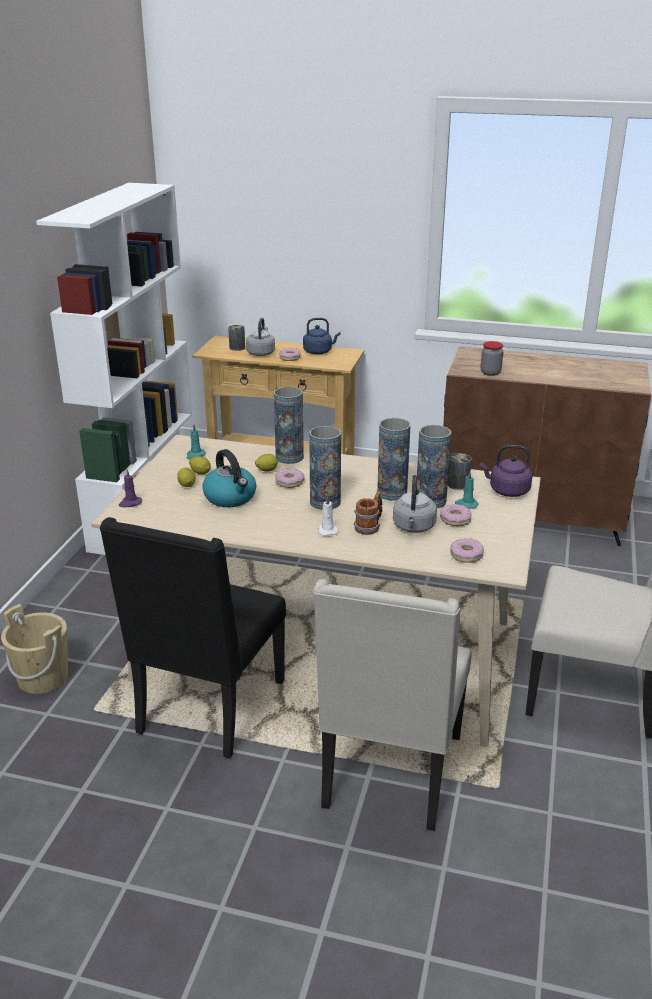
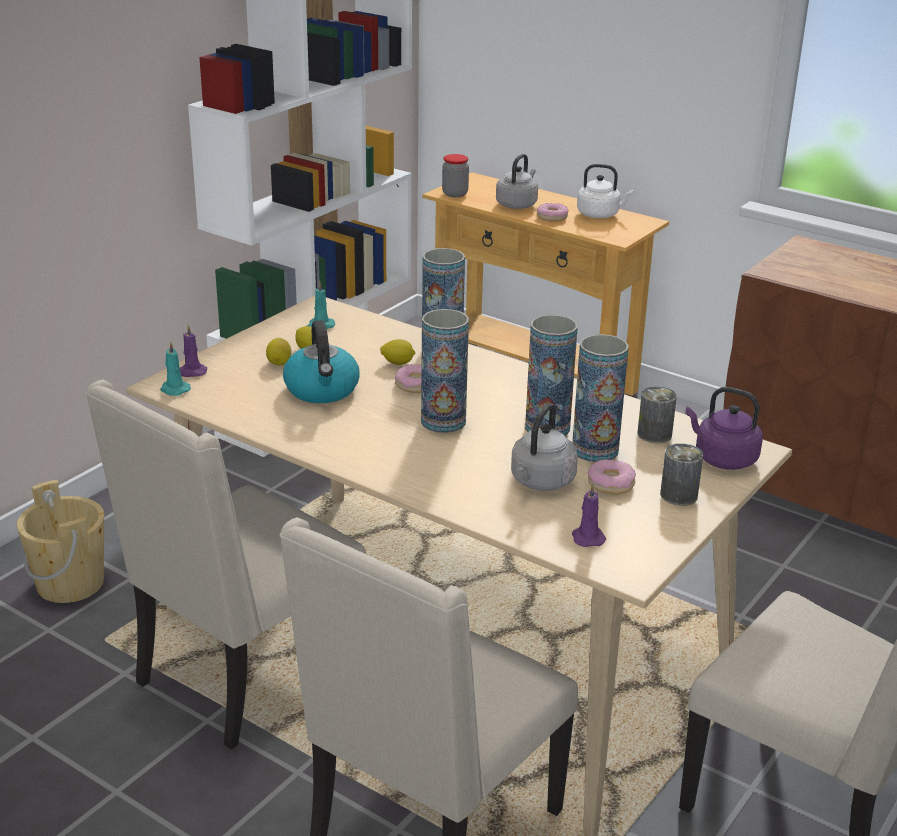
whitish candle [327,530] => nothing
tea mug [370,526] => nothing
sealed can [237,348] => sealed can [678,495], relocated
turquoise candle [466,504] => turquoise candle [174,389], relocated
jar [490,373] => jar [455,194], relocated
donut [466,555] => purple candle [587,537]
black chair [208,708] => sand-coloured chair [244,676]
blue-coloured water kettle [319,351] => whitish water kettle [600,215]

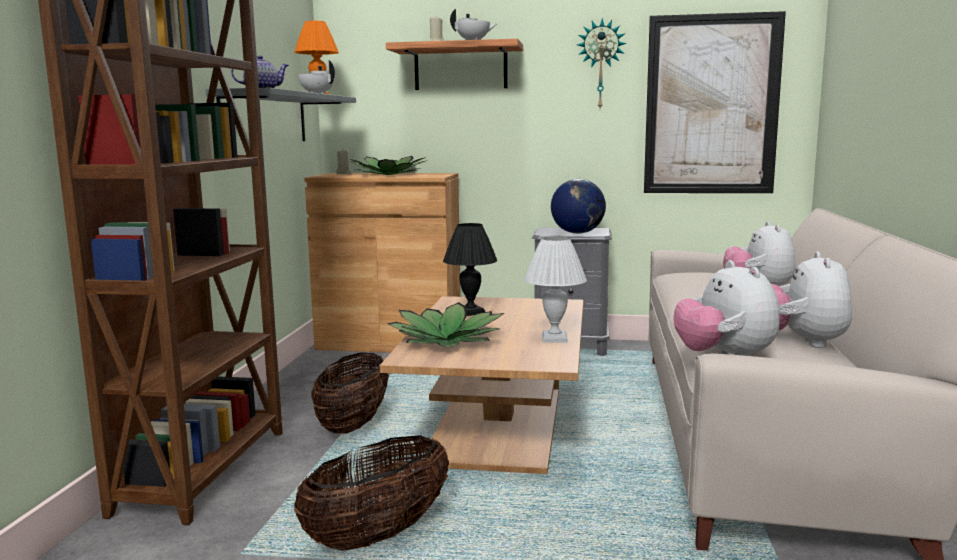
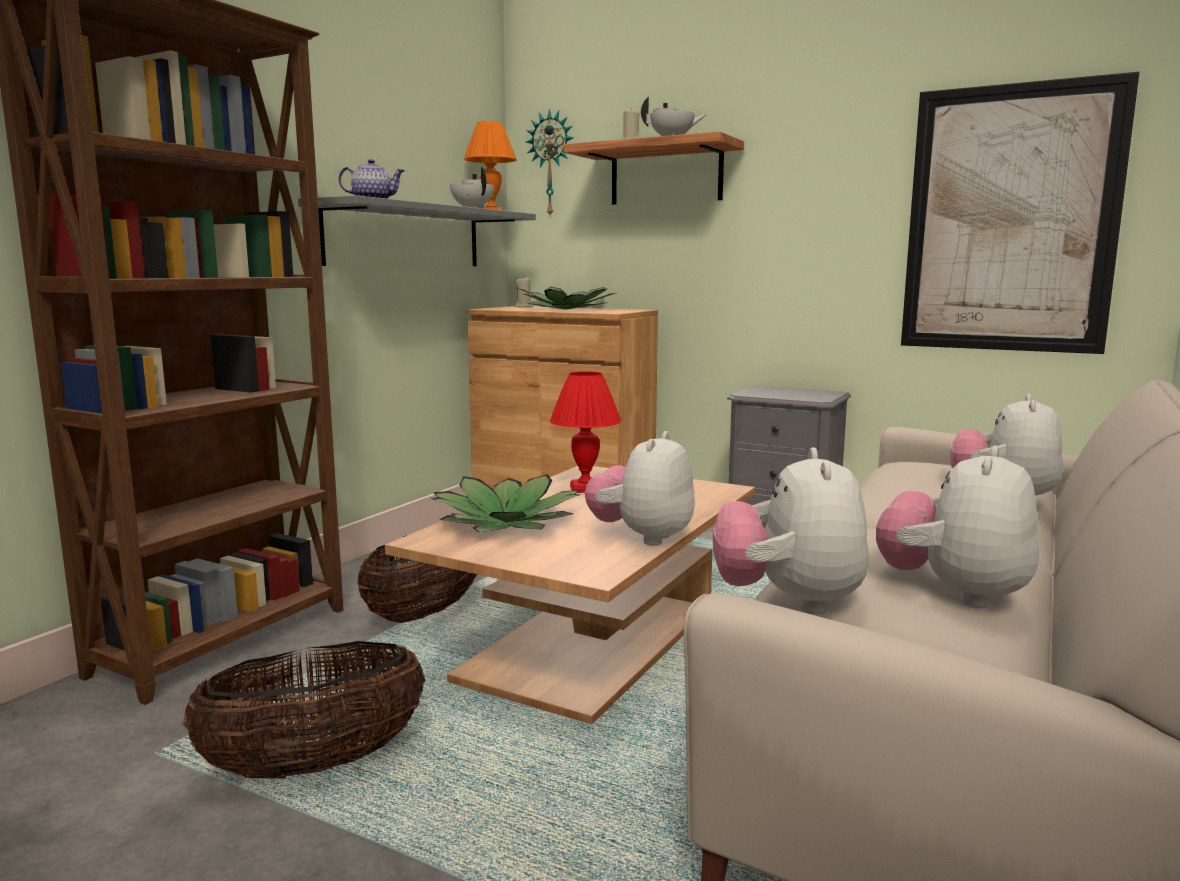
world globe [577,233] => nothing
wall clock [601,65] => wall clock [552,164], relocated
whitish lamp for a table [555,339] => plush toy [642,537]
black lamp for a table [470,312] => red lamp for a table [584,488]

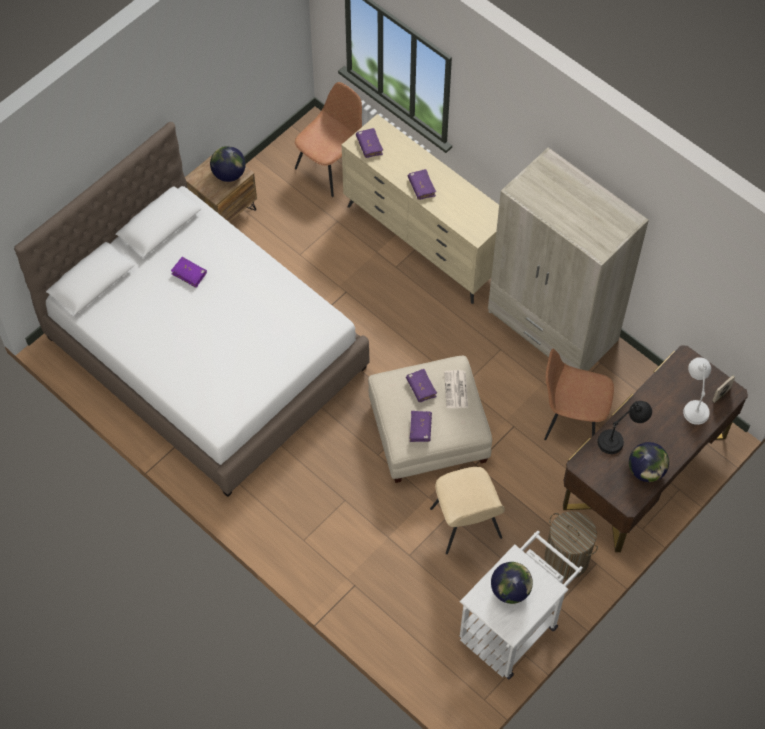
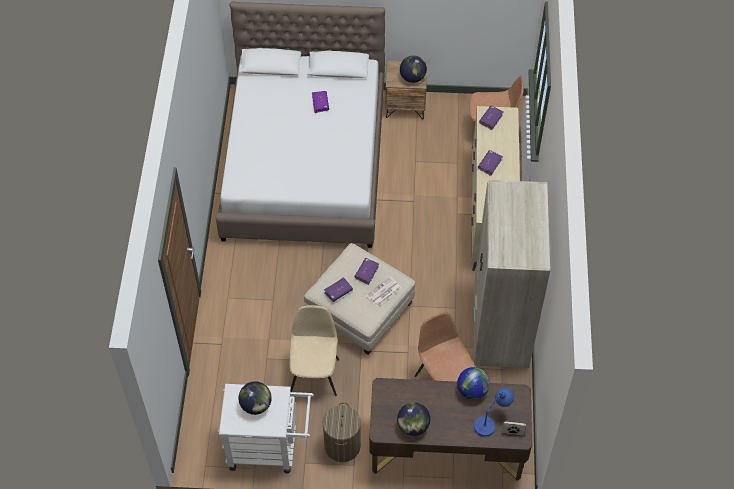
black lamp for a table [621,437] => nothing
nothing => world globe [472,390]
whitish lamp for a table [694,402] => blue-coloured lamp for a table [491,421]
sand-coloured chair [466,525] => sand-coloured chair [314,374], 150 degrees clockwise

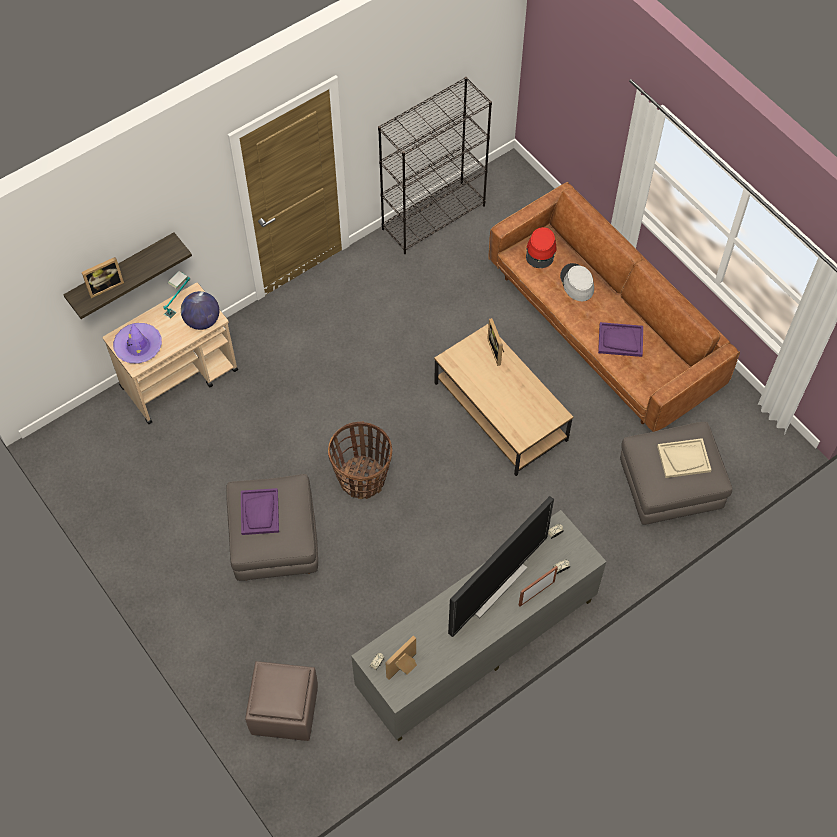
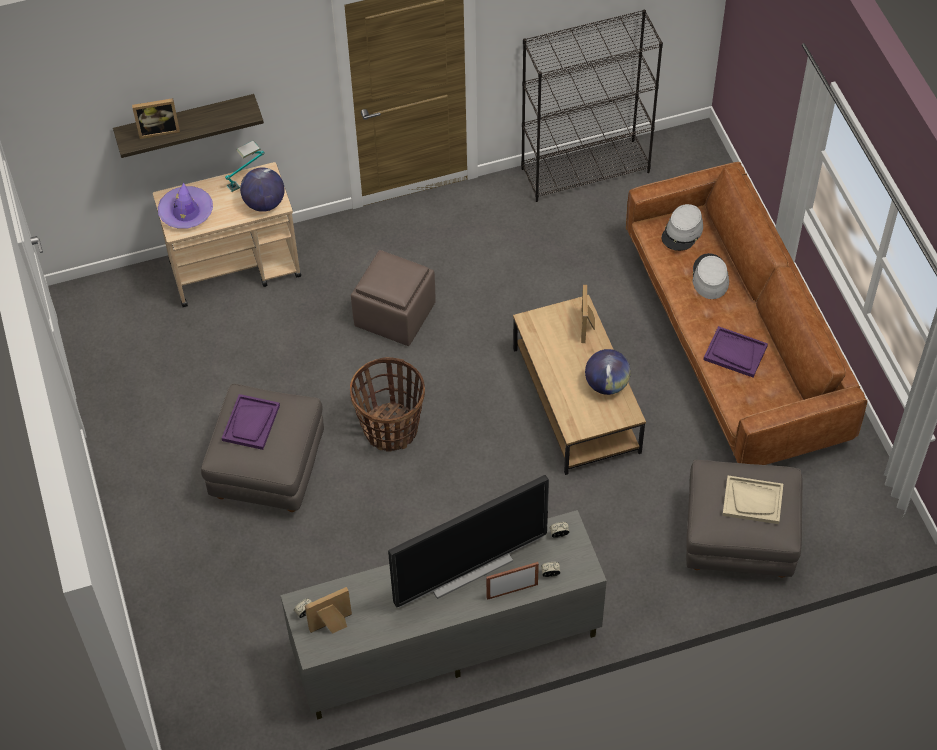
nothing => world globe [606,384]
brown-coloured pouffe [285,709] => brown-coloured pouffe [396,314], relocated
red wearable hat [541,251] => grey wearable hat [682,232]

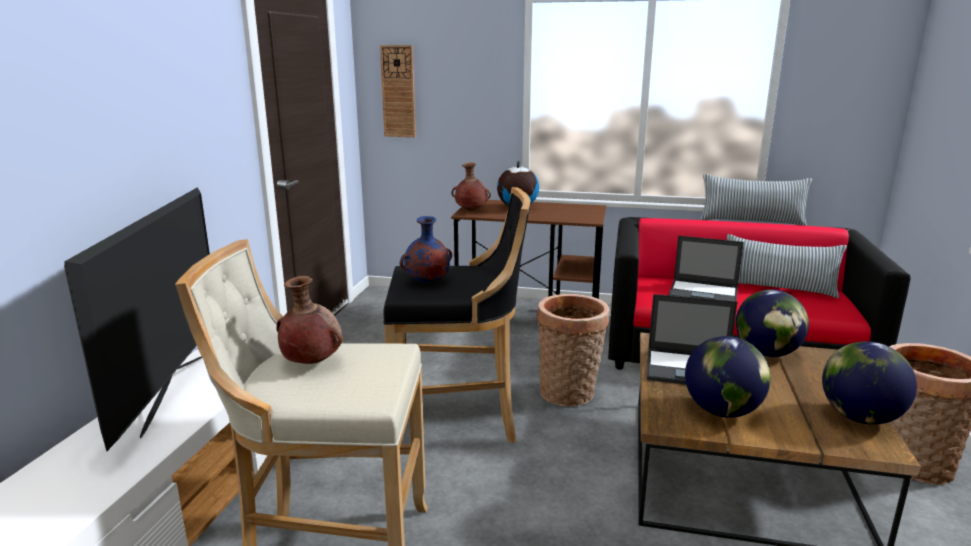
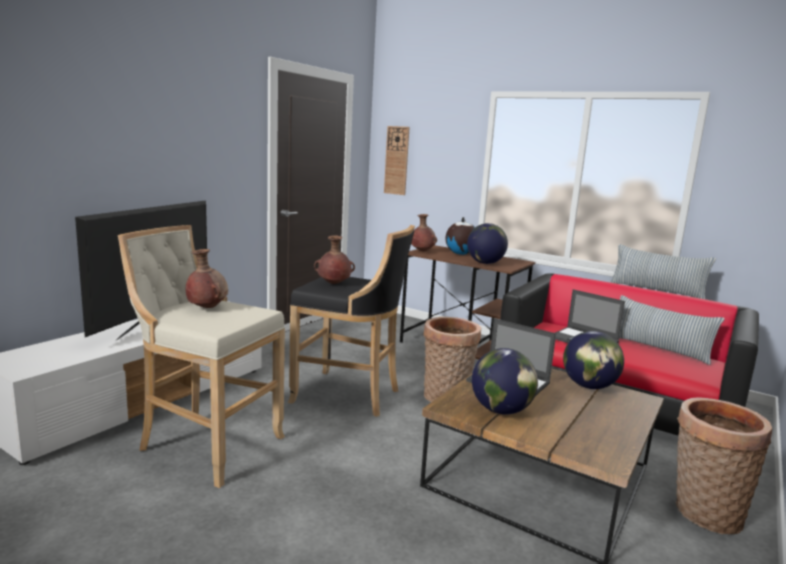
world globe [860,418] => world globe [485,263], relocated
blue-coloured decorative vase [426,283] => brown-coloured decorative vase [333,284]

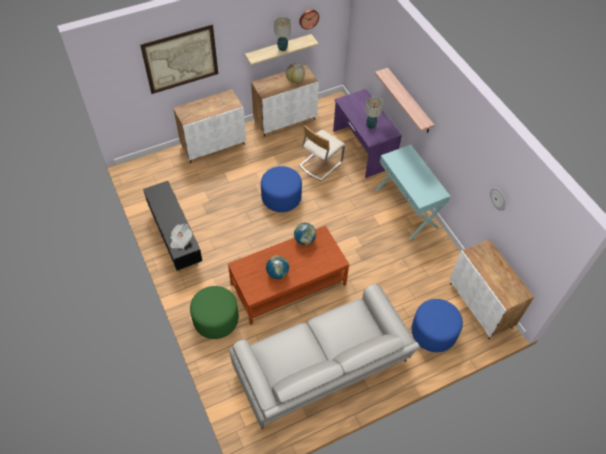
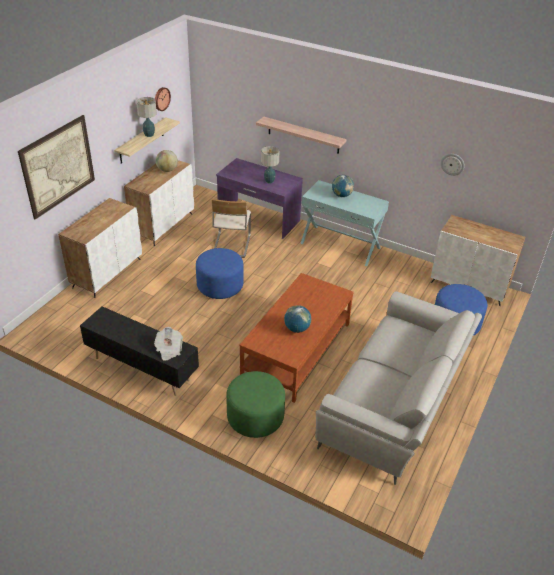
world globe [304,240] => world globe [341,195], relocated

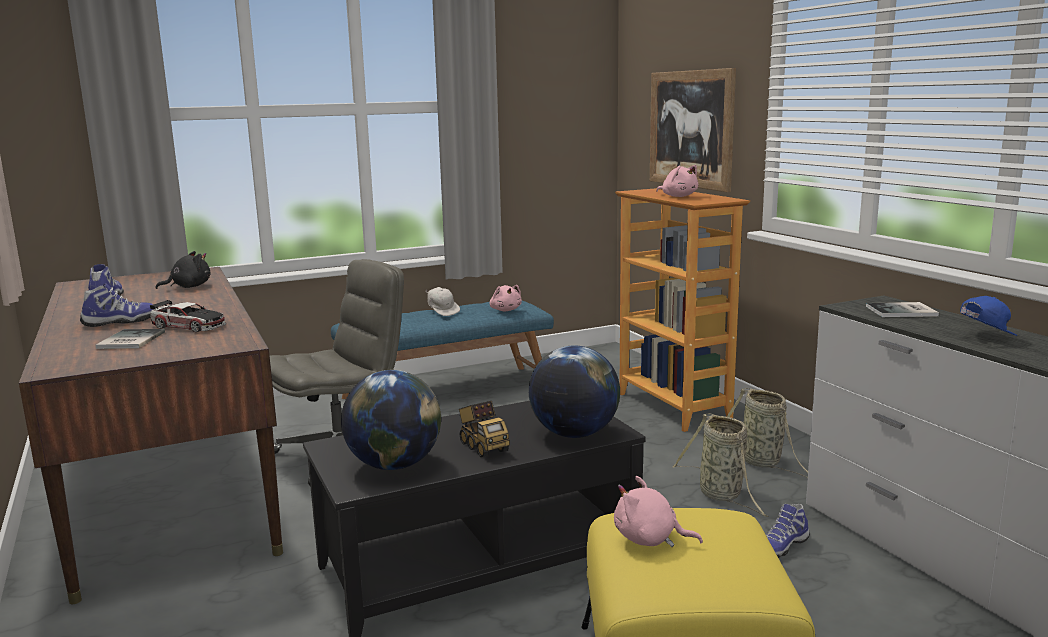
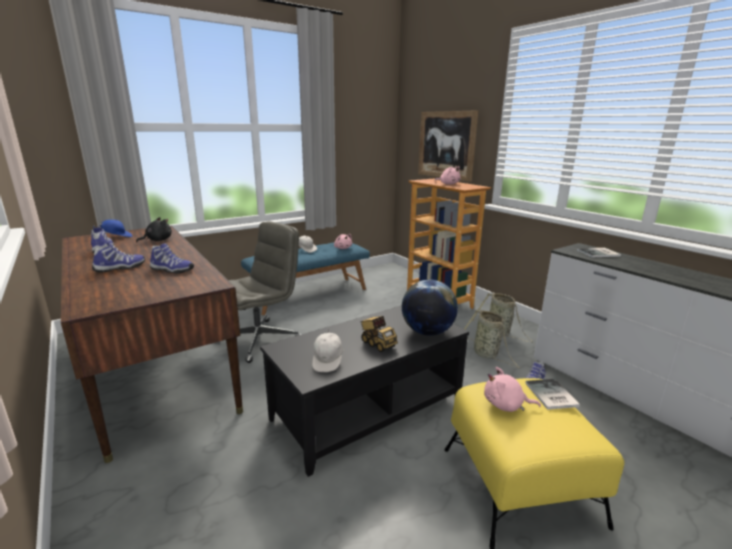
volume [128,341] => volume [550,395], relocated
blue-coloured baseball cap [983,336] => blue-coloured baseball cap [116,237], relocated
miniature car [189,326] => low shoe [171,270]
world globe [394,465] => whitish baseball cap [328,361]

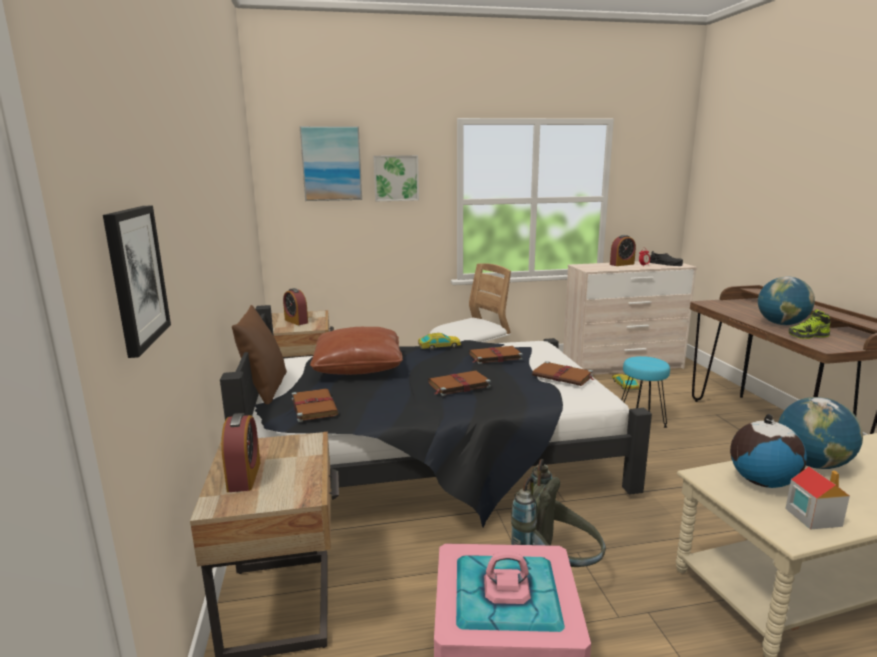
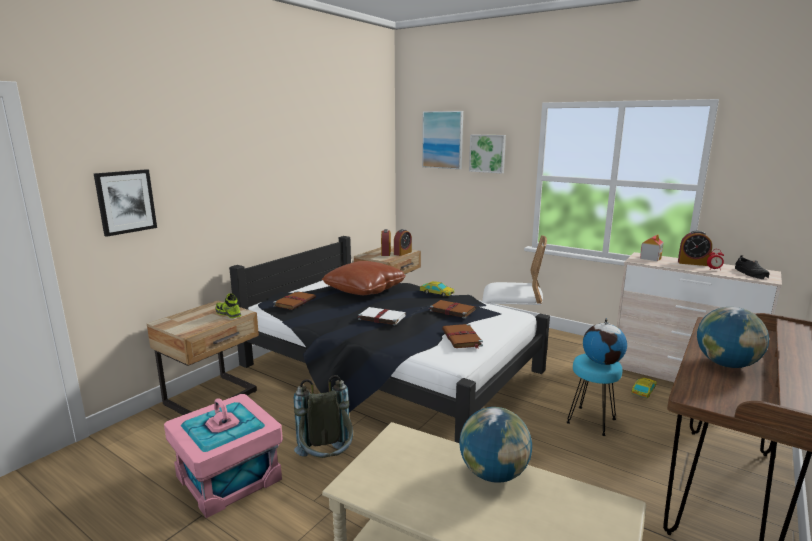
brown-coloured pillow [265,389] => nothing
table clock [244,476] => table clock [402,253], relocated
world globe [761,482] => world globe [602,362], relocated
model house [812,517] => model house [650,258], relocated
low shoe [808,336] => low shoe [228,314], relocated
brown-coloured volume [458,385] => whitish volume [381,317]

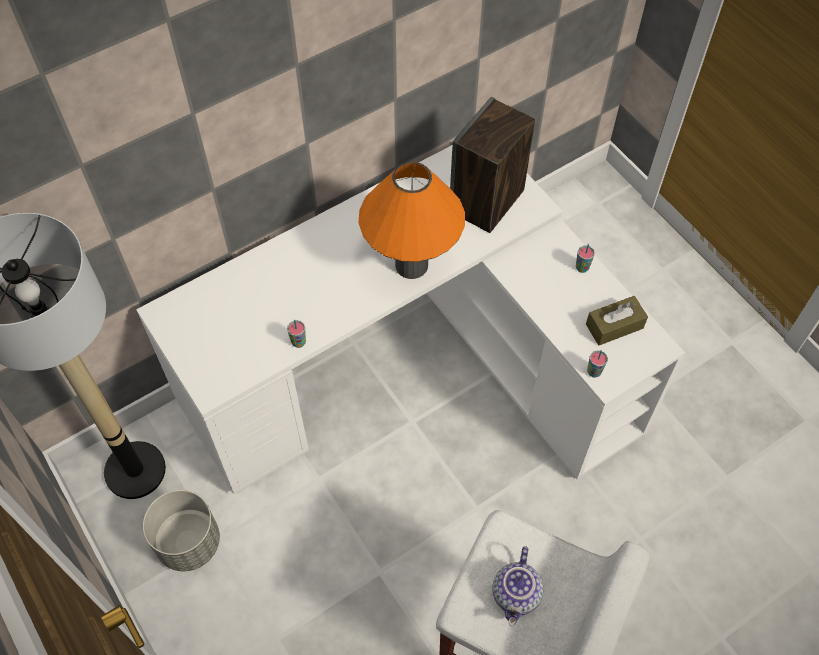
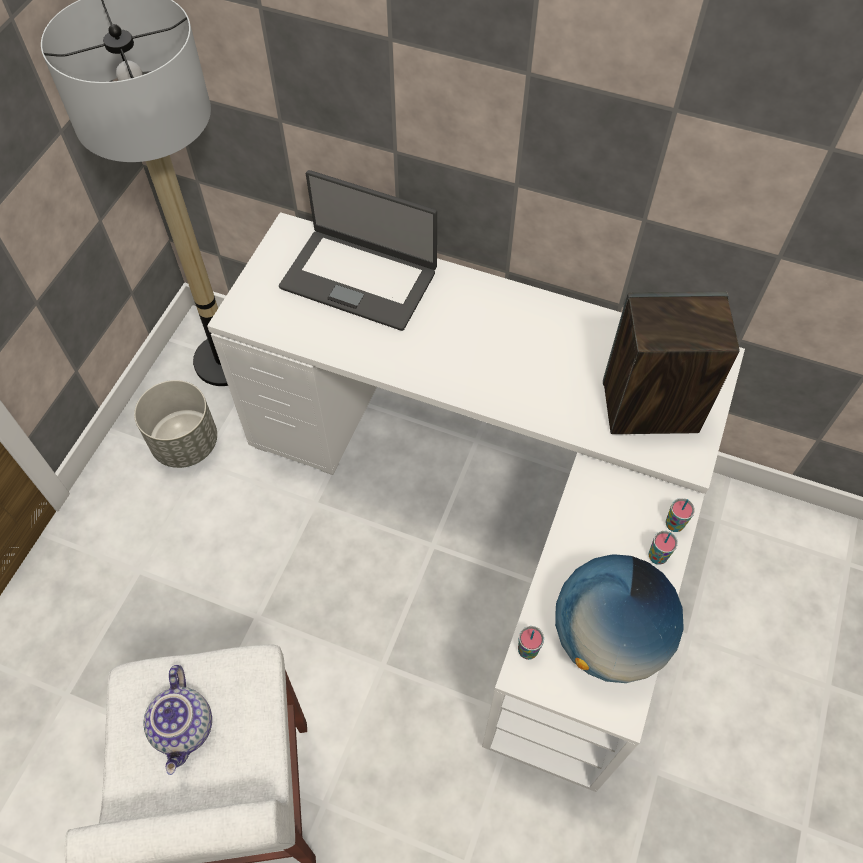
orangey lamp for a table [411,265] => nothing
nothing => notebook computer [359,278]
drinking cup [298,342] => drinking cup [674,525], relocated
brown-coloured tissue box [614,326] => world globe [607,638]
pot for tea [517,595] => pot for tea [185,728], 75 degrees counterclockwise

